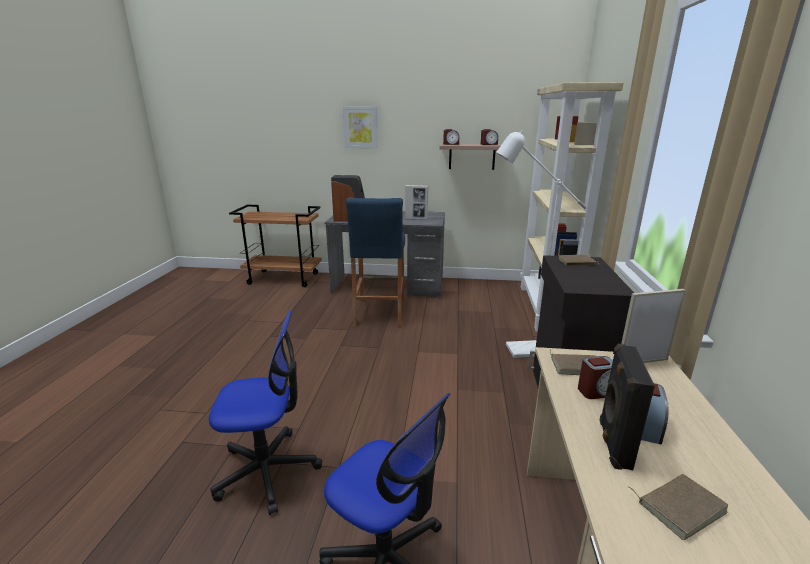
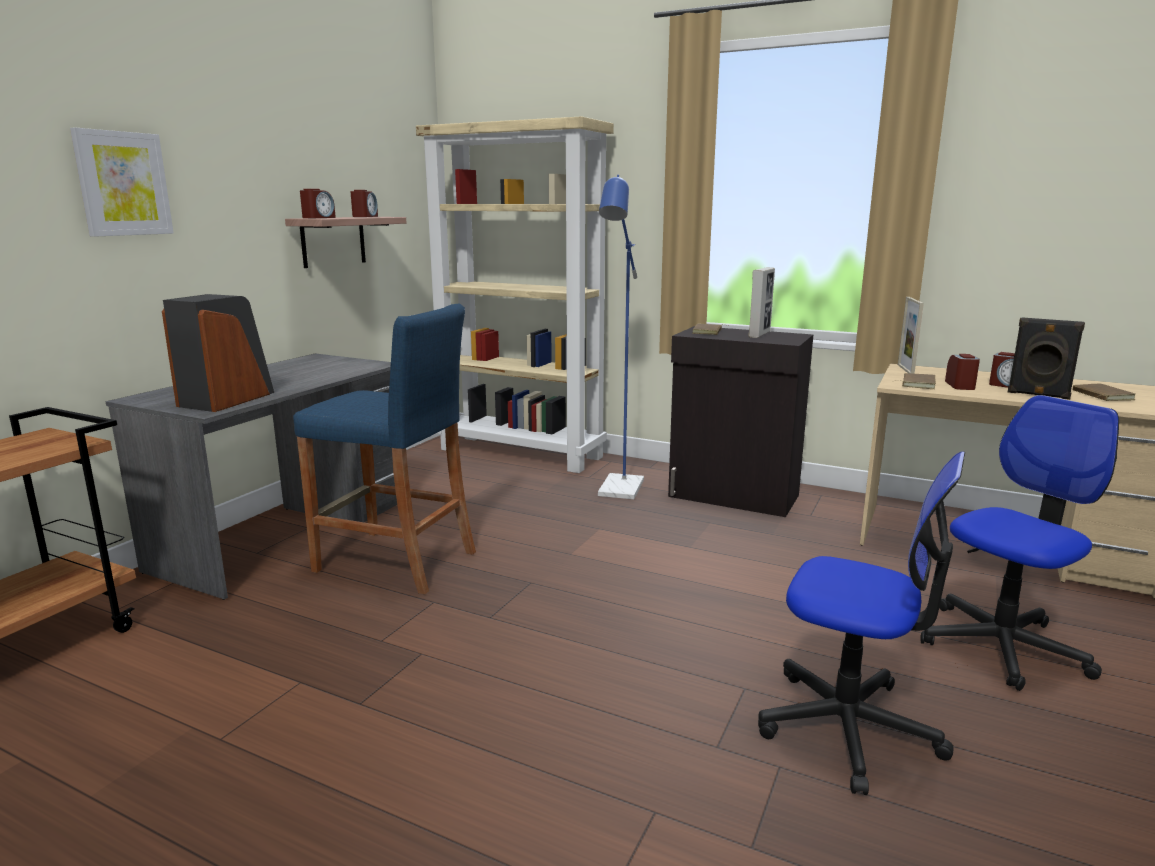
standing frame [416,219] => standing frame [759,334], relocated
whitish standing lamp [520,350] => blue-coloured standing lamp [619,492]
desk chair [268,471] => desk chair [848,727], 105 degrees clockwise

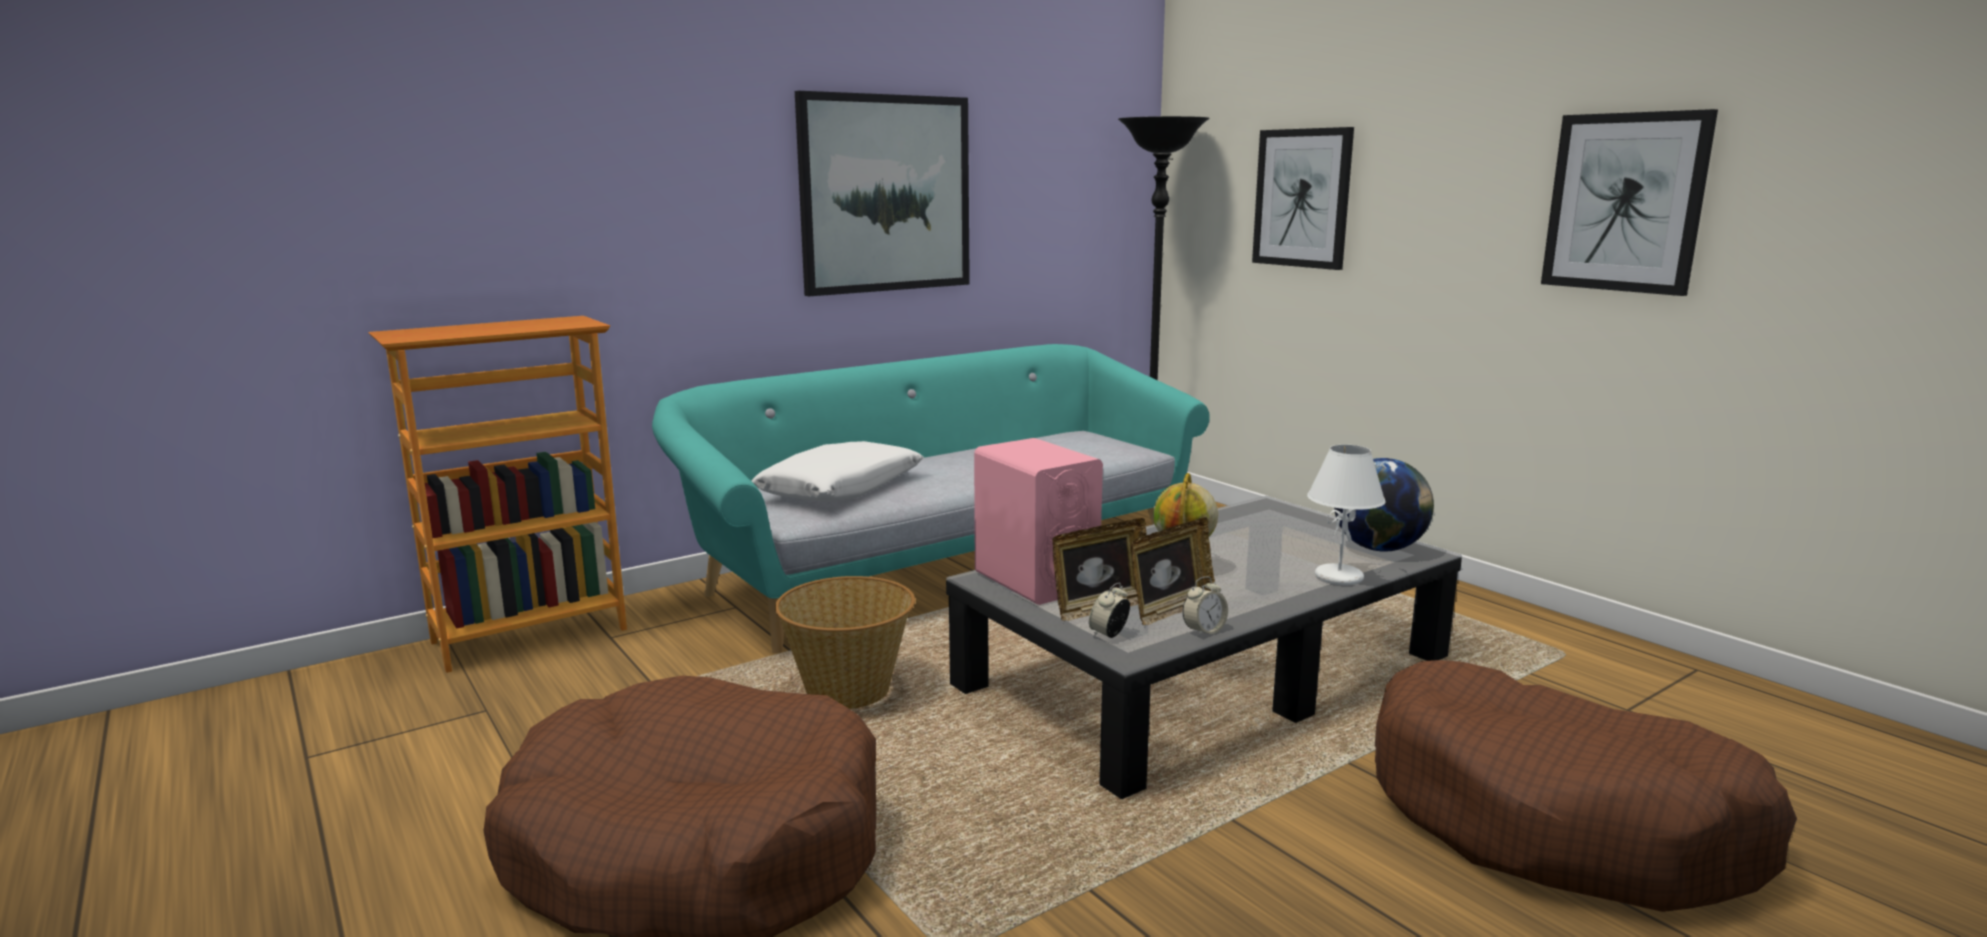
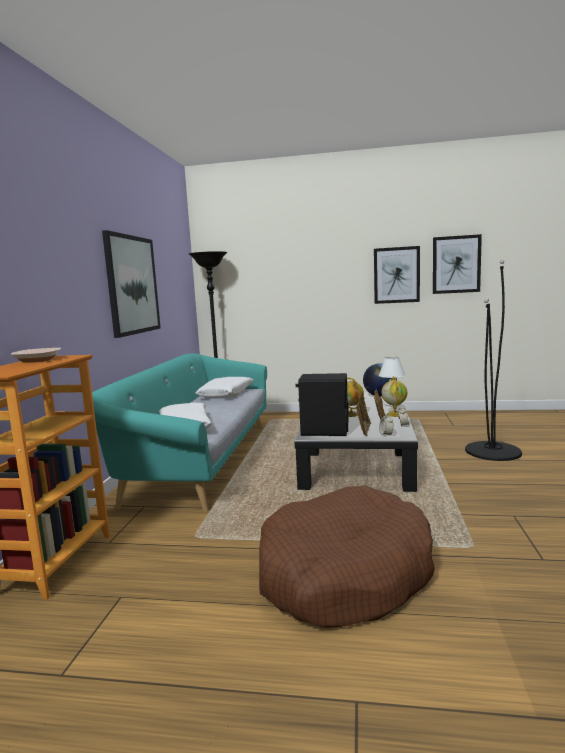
basket [849,691] => nothing
nothing => serving bowl [37,360]
nothing => whitish pillow [226,394]
nothing => world globe [394,414]
wall art [1302,198] => wall art [456,264], relocated
brown-coloured dog cushion [1555,820] => black standing lamp [492,451]
pinkish loudspeaker [1035,580] => black loudspeaker [324,431]

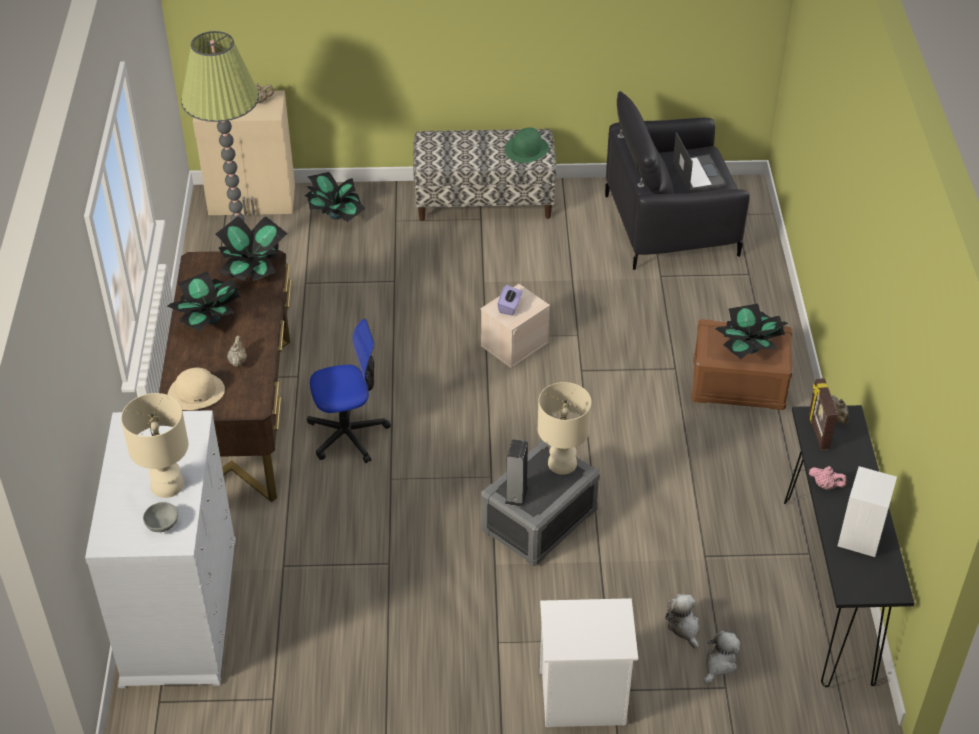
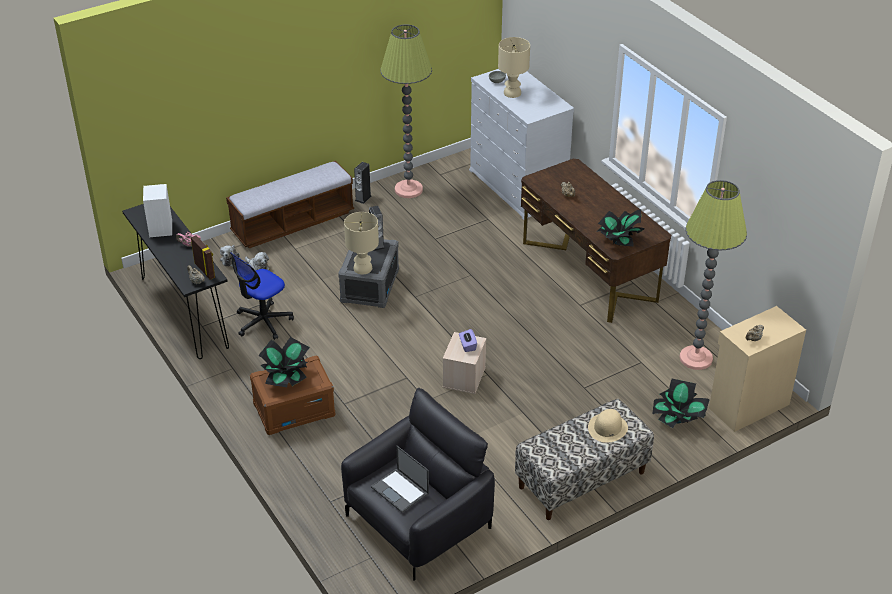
houseplant [210,319] => nothing
green-coloured wearable hat [526,149] => nothing
nothing => loudspeaker [363,198]
nothing => standing lamp [408,189]
sand-coloured wearable hat [196,392] => sand-coloured wearable hat [607,428], relocated
desk chair [348,434] => desk chair [263,322], relocated
whitish night table [581,699] => long seat [293,223]

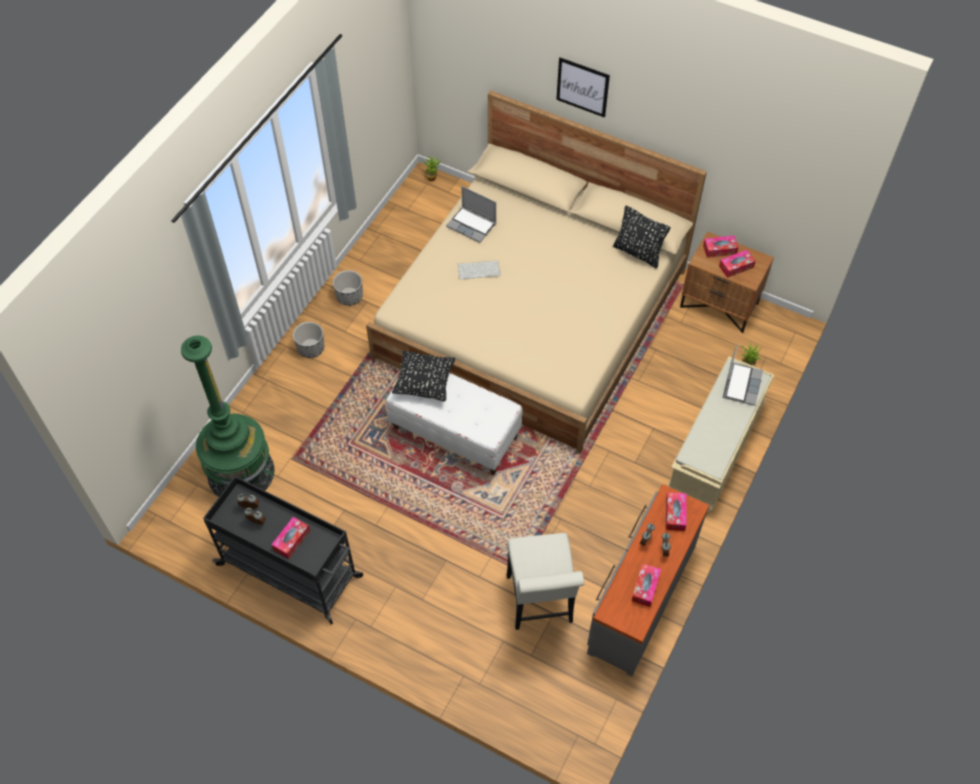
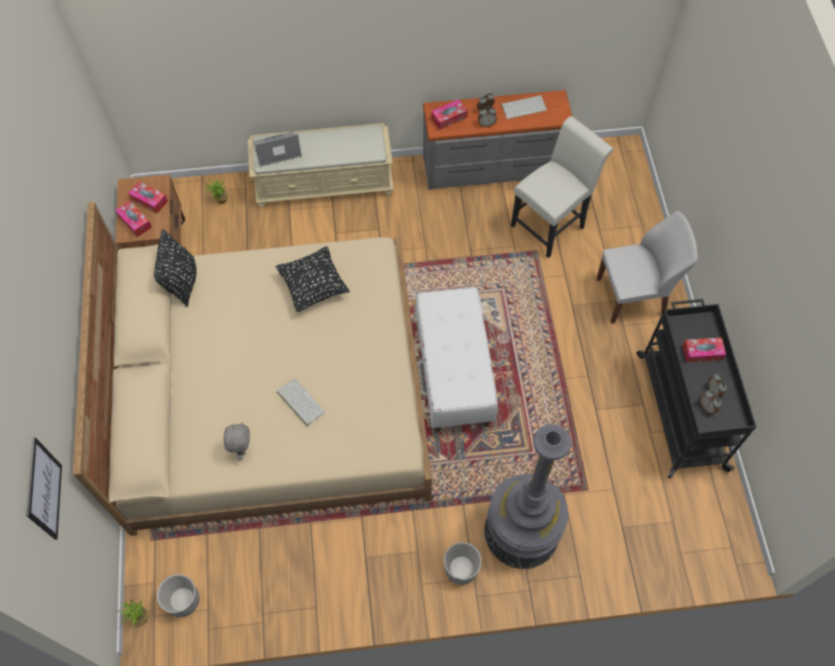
green-coloured standing lamp [241,472] => nothing
nothing => grey standing lamp [521,531]
nothing => whitish chair [633,296]
plant pot [349,296] => plant pot [183,600], relocated
black pillow [424,384] => black pillow [313,287], relocated
wall art [582,87] => wall art [43,489], relocated
notebook computer [472,225] => grey plush toy [241,449]
tissue box [645,587] => PC keyboard [524,106]

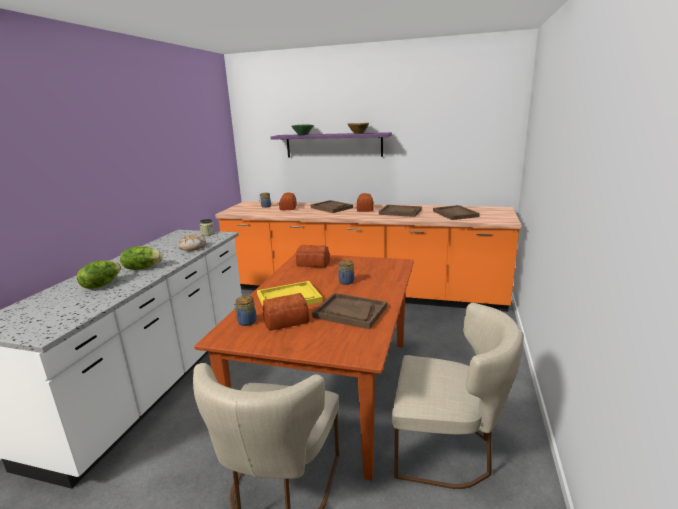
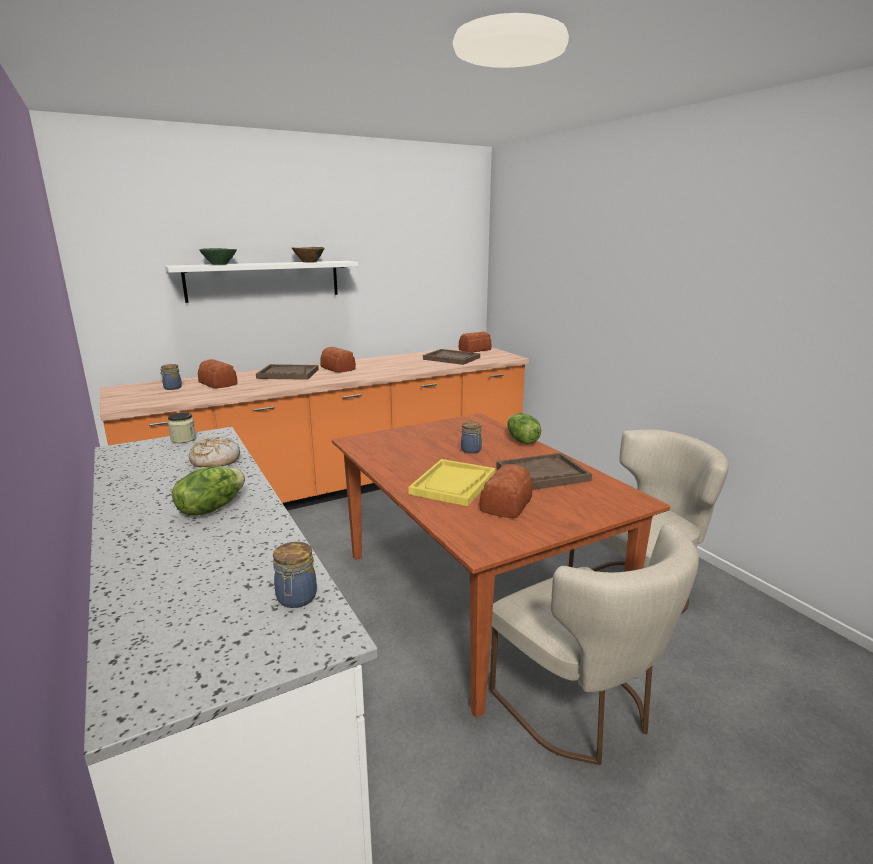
brown-coloured carrying tray [400,212] => nothing
lettuce head [101,285] => lettuce head [521,441], relocated
jar [246,322] => jar [296,598], relocated
baked bread [314,264] => baked bread [475,350], relocated
purple shelf [333,145] => whitish shelf [264,280]

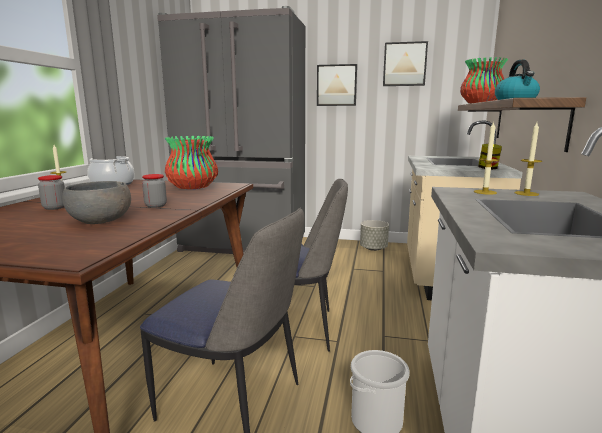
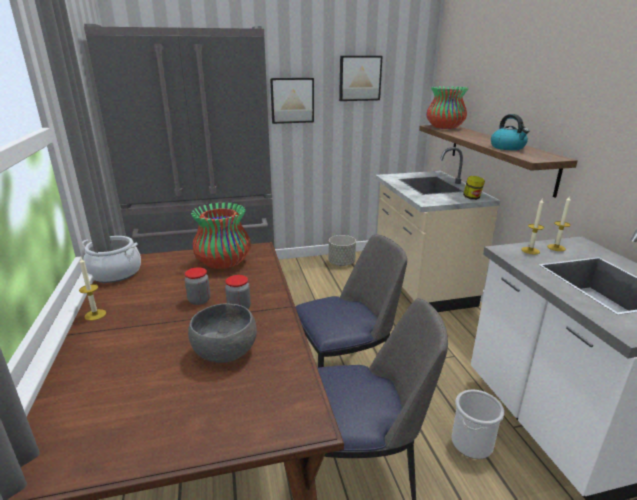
jar [55,207] => jar [199,300], relocated

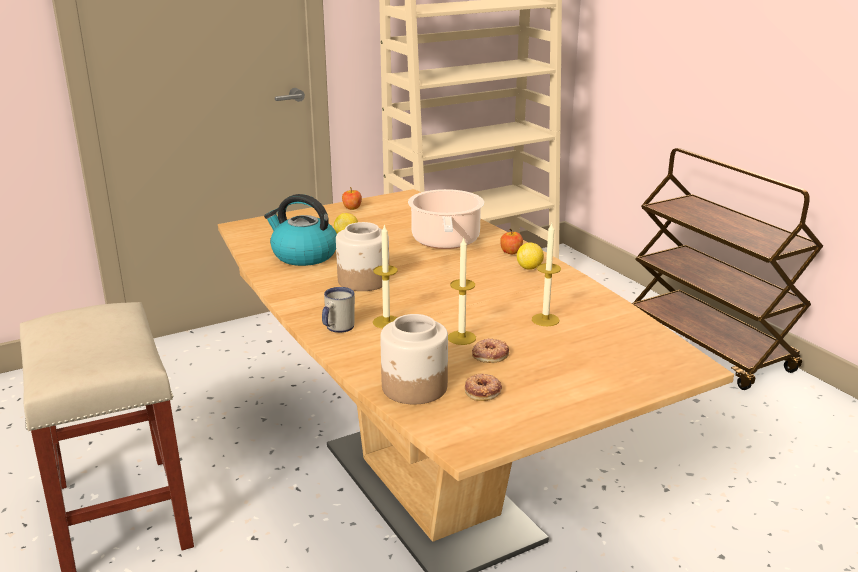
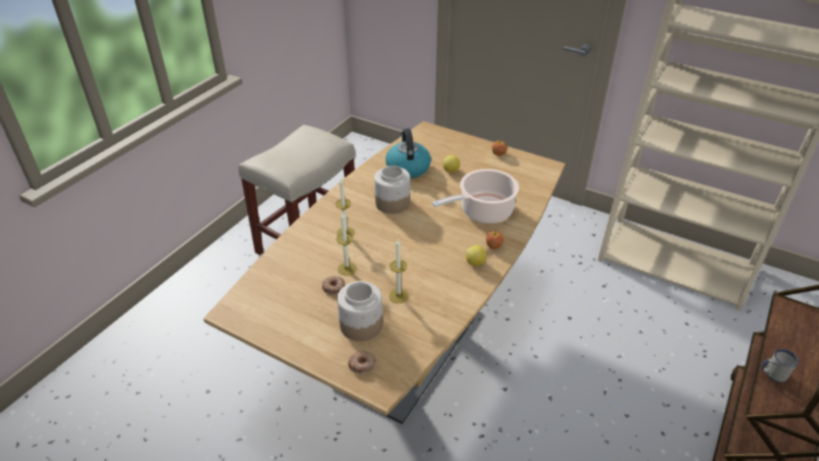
whitish tea mug [336,329] => whitish tea mug [771,374], relocated
jar [414,387] => jar [360,325], relocated
donut [483,391] => donut [362,365], relocated

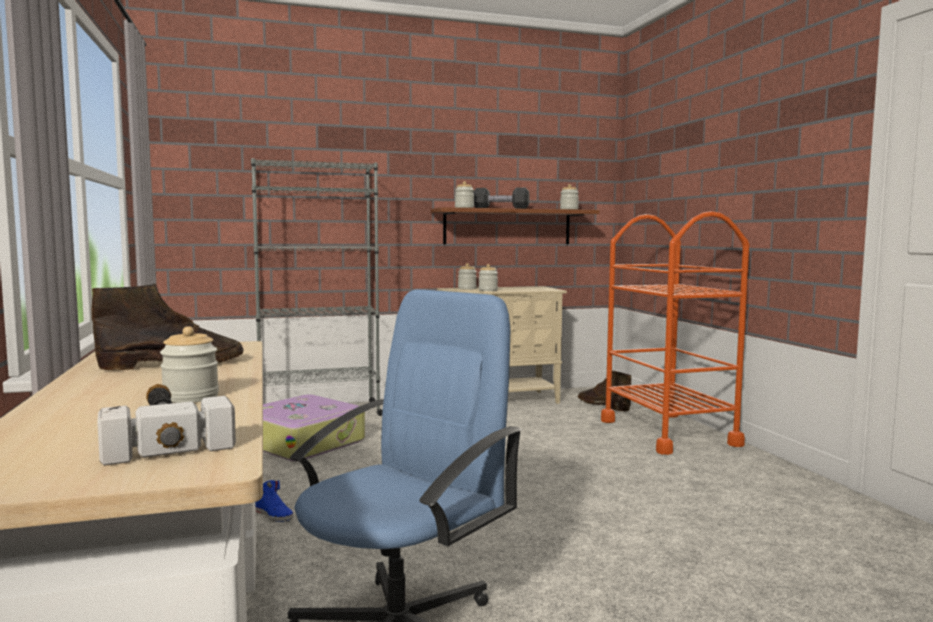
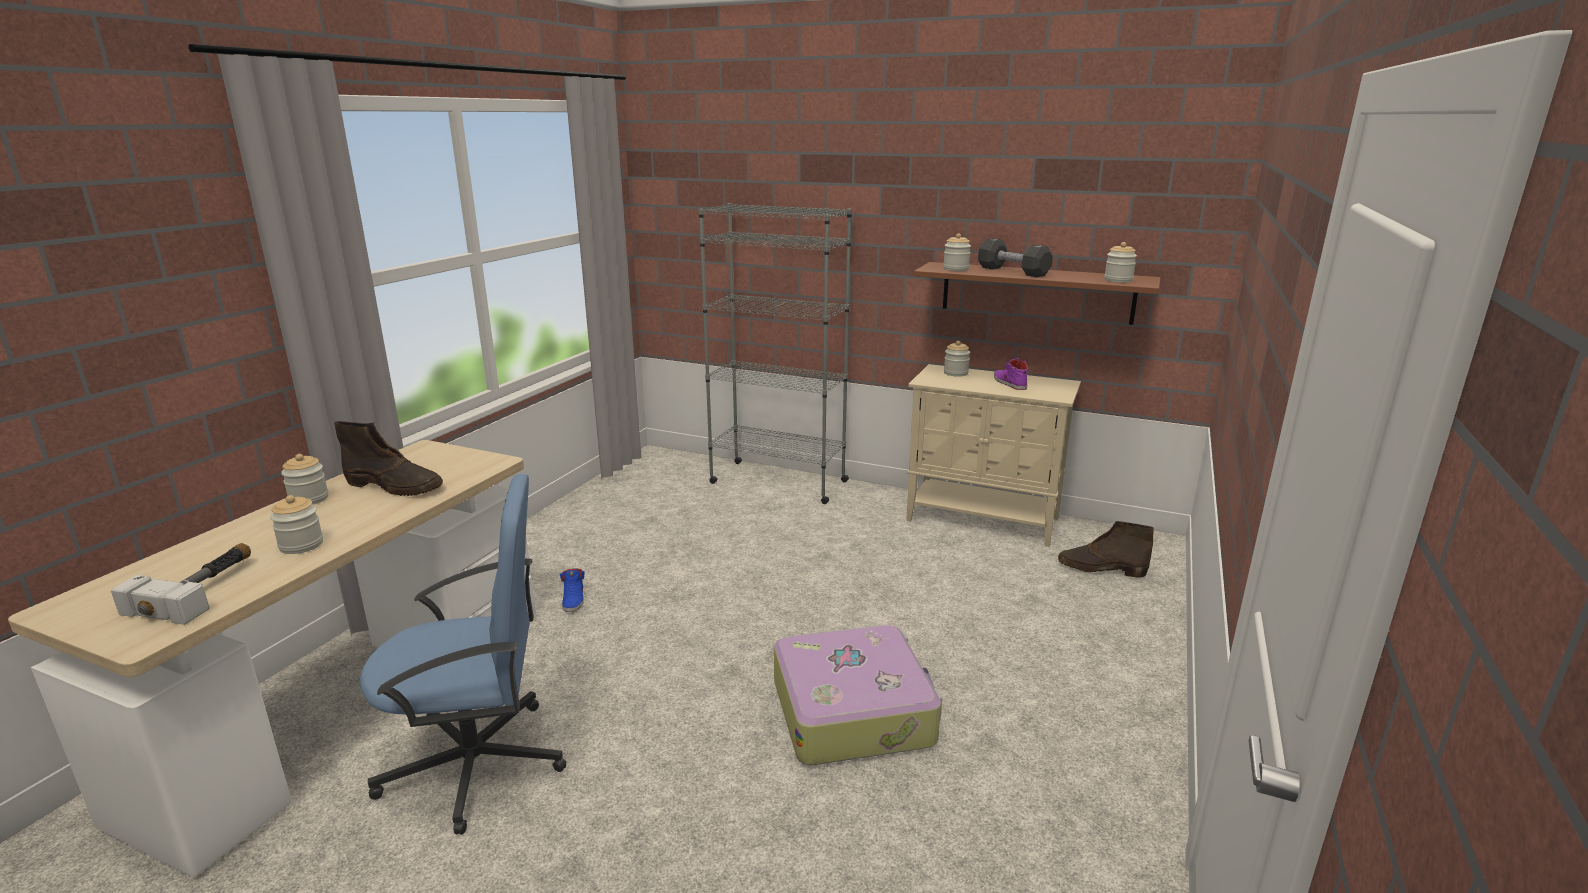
orangey wheeled cart [668,432] => nothing
nothing => purple low shoe [1009,383]
travel case [303,442] => travel case [853,711], relocated
jar [488,290] => jar [309,499], relocated
brown-coloured high-top boot [602,405] => brown-coloured high-top boot [1100,568], 75 degrees counterclockwise

